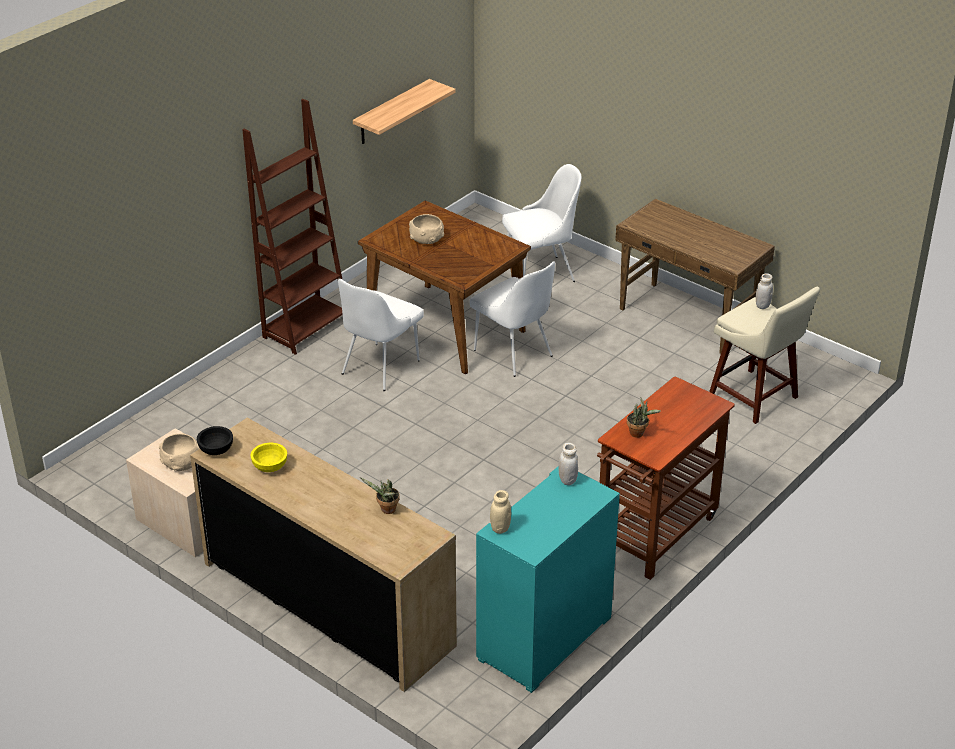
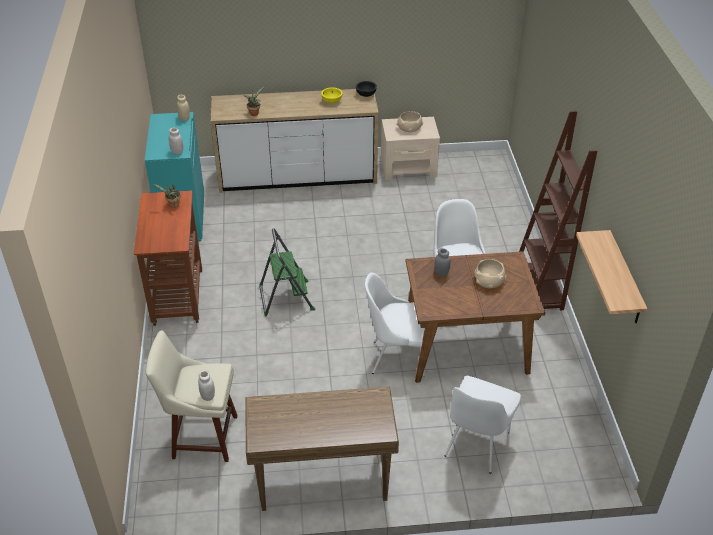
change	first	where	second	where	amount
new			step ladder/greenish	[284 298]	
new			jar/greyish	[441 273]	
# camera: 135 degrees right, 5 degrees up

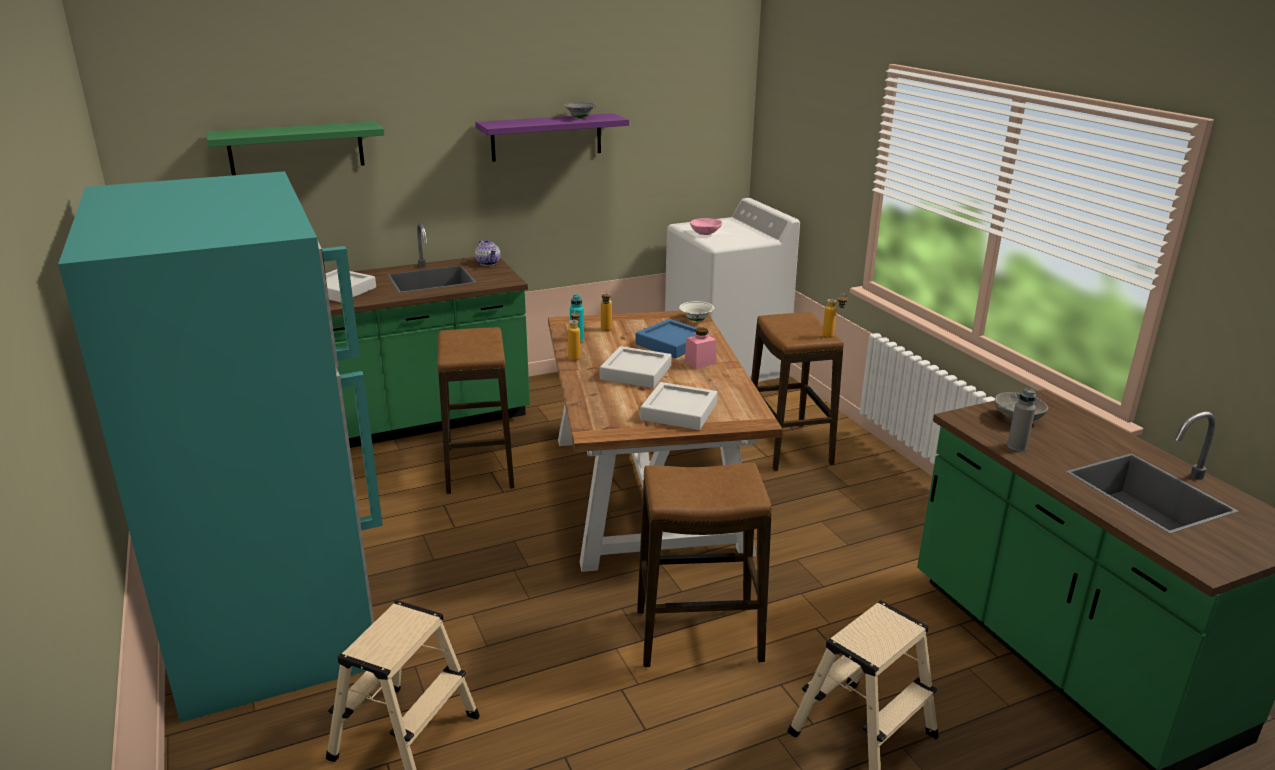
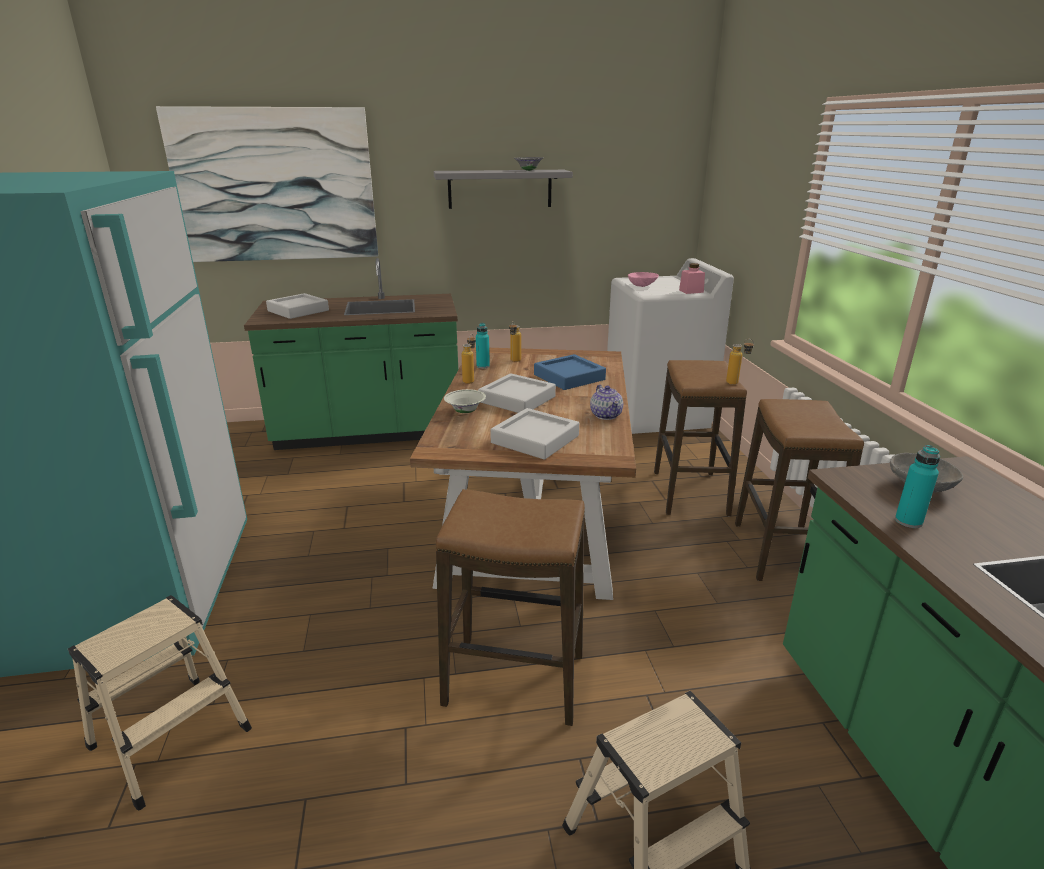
change	first	where	second	where	amount
repainted	bracket shelf/purple-coloured	[546 137]	bracket shelf/greyish	[500 189]	
swapped	bracket shelf/greenish	[296 148]	wall picture	[275 186]	
shifted	pot for tea	[488 263]		[606 415]	
shifted	serving bowl/white	[696 320]		[465 412]	
shifted	stool	[479 468]		[780 552]	
shifted	jar/pink	[700 362]		[691 291]	
repainted	beverage bottle/greyish	[1017 446]	beverage bottle/blue-green	[908 521]	
# camera: 15 degrees right, 0 degrees up

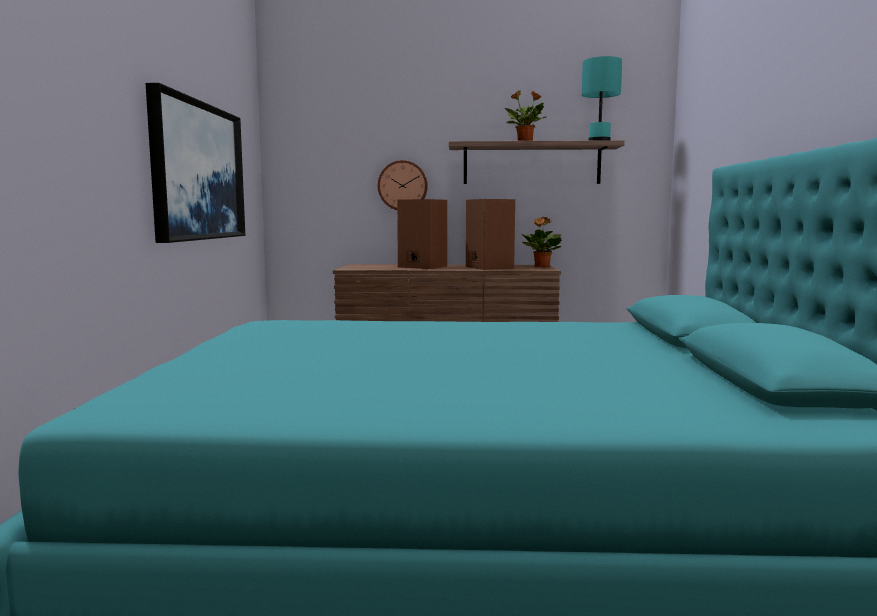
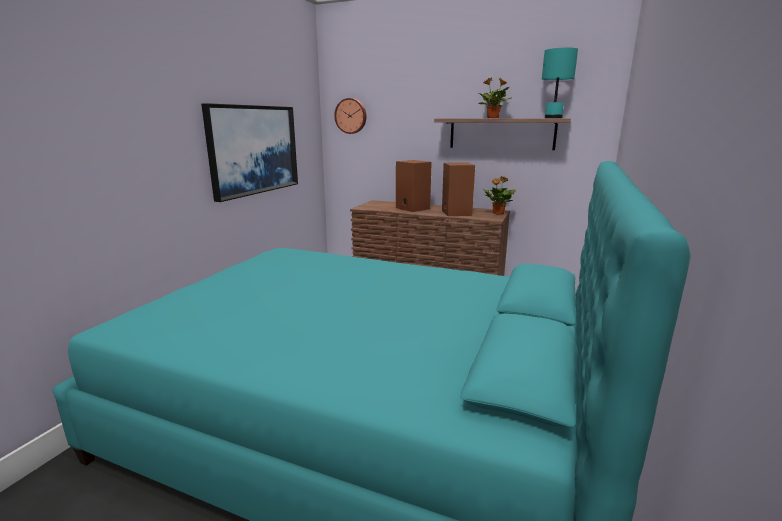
change	first	where	second	where	amount
shifted	wall clock	[403 185]		[351 116]	
# camera: 20 degrees right, 10 degrees up

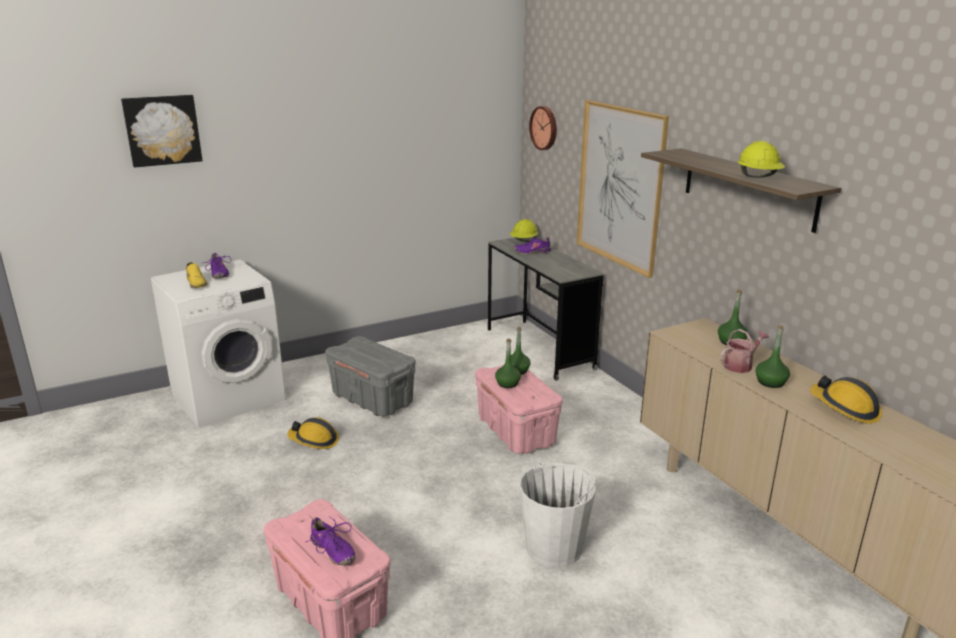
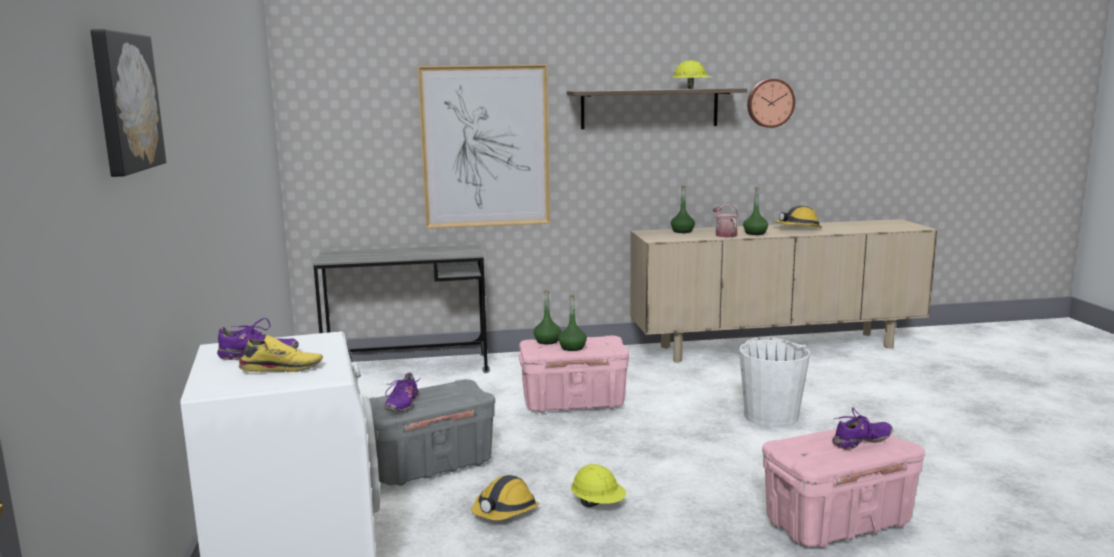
change	first	where	second	where	amount
shifted	wall clock	[544 128]		[770 103]	
shifted	hard hat/yellow	[524 241]		[598 504]	
shifted	item of footwear/purple-coloured	[532 252]		[401 404]	
# camera: 70 degrees left, 10 degrees down

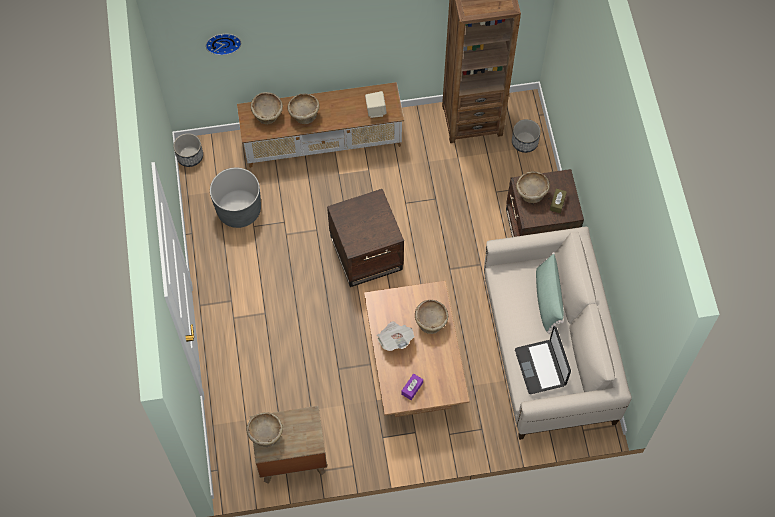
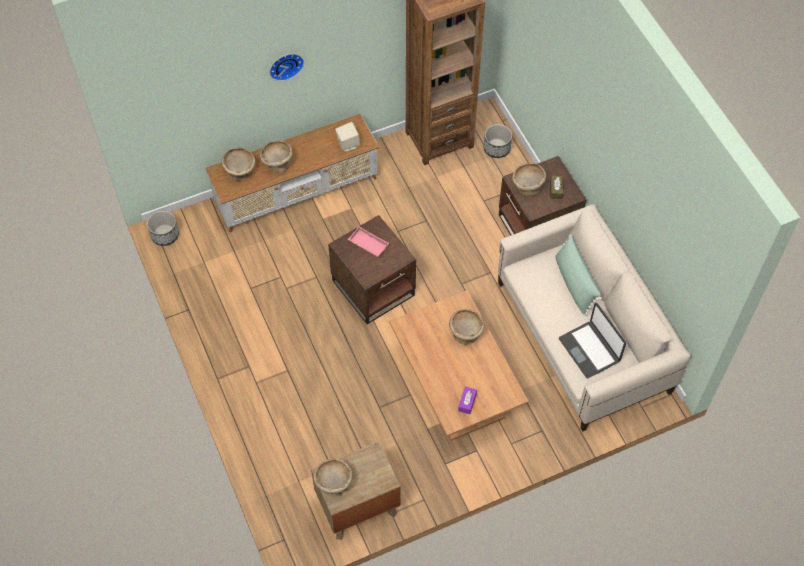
change	first	where	second	where	amount
shifted	wall clock	[223 42]		[285 65]	
gone	planter/greyish	[239 210]			
gone	daily paper	[395 339]			
new			tray/pink	[367 244]	
# camera: 15 degrees left, 5 degrees down

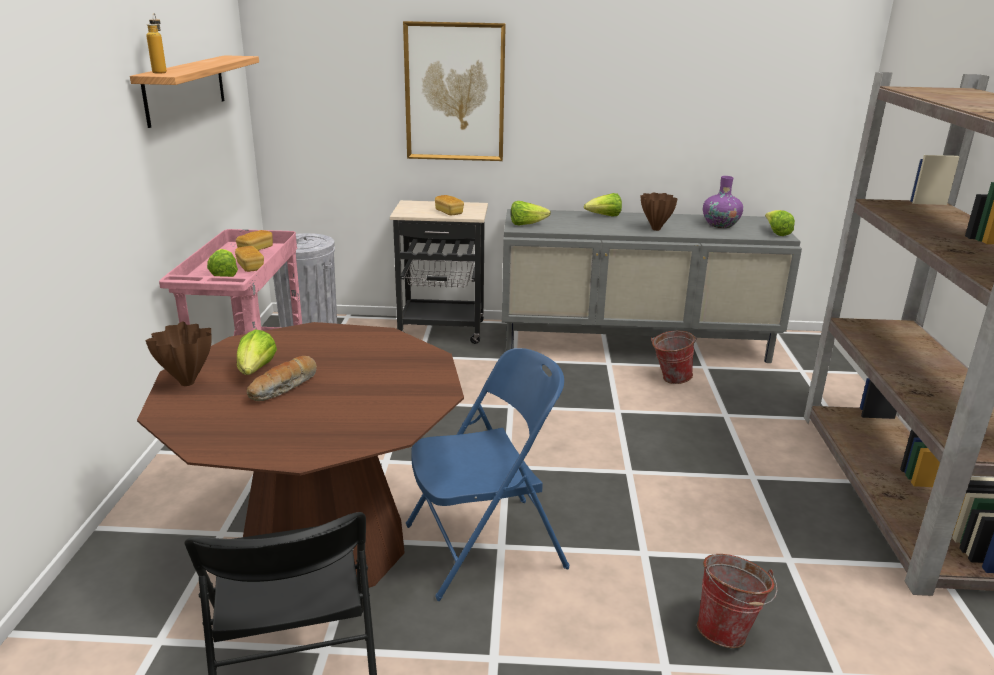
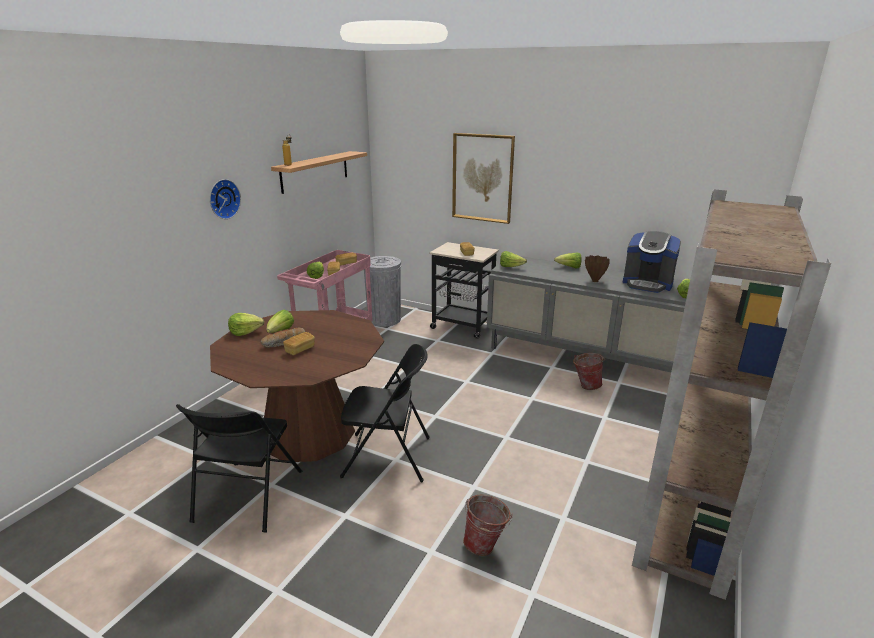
change	first	where	second	where	amount
swapped	flower vase/purple-coloured	[720 225]	coffee machine	[647 284]	
swapped	flower vase/brown-coloured	[187 383]	lettuce head	[245 332]	
repainted	upright chair/blue-coloured	[484 546]	upright chair/blackish	[387 457]	
new			wall clock	[223 199]	
new			bakery bread	[300 350]	
# camera: 25 degrees right, 0 degrees up

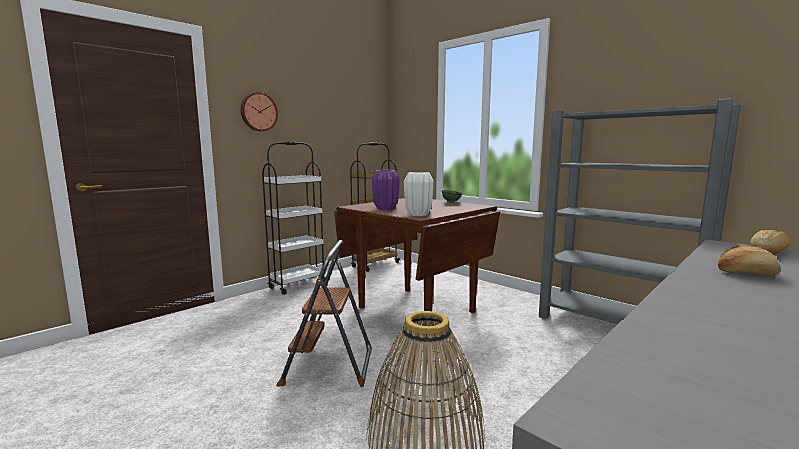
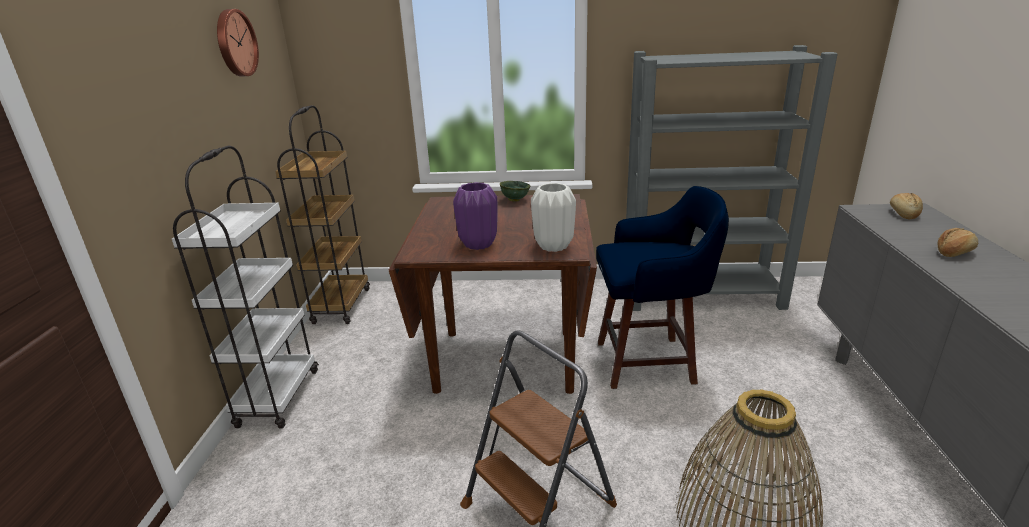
change	first	where	second	where	amount
shifted	wall clock	[258 112]		[235 43]	
new			stool/blue-coloured	[650 362]	
# camera: 40 degrees left, 15 degrees up

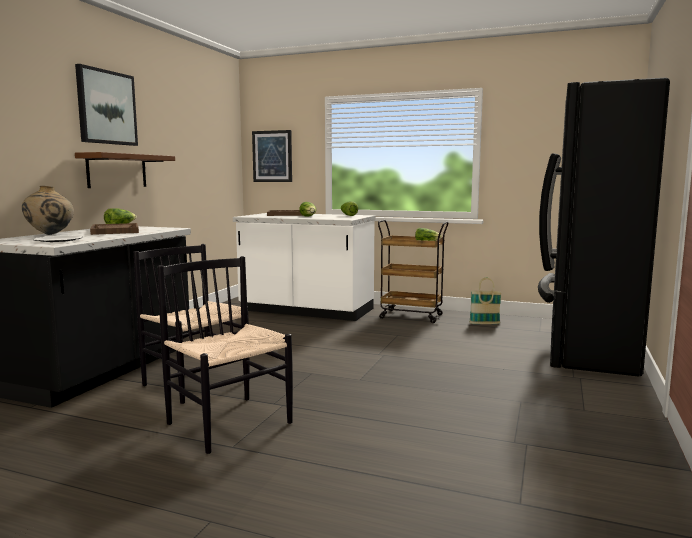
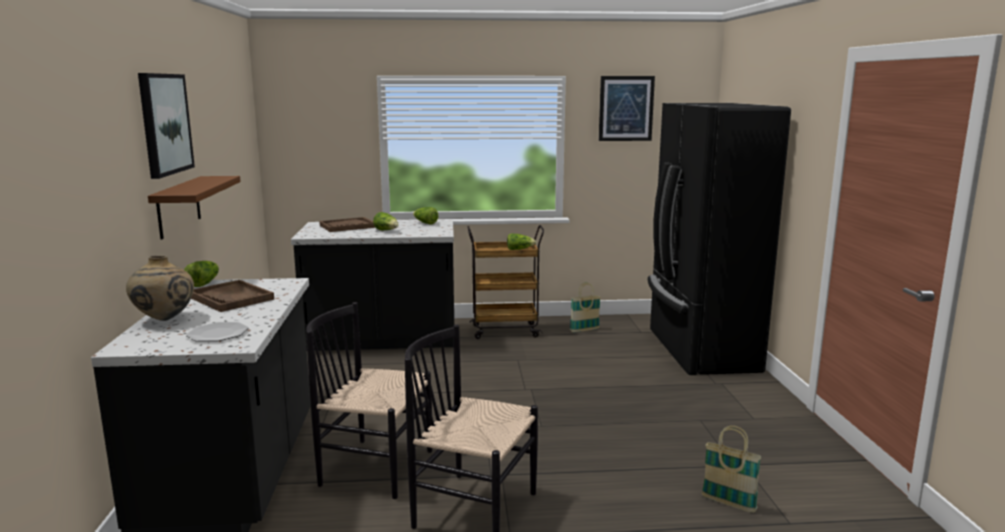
change	first	where	second	where	amount
shifted	wall picture	[272 156]		[626 108]	
repainted	kitchen base unit/white	[306 310]	kitchen base unit/blackish	[382 340]	
new			basket	[728 503]	
# camera: 25 degrees left, 5 degrees up

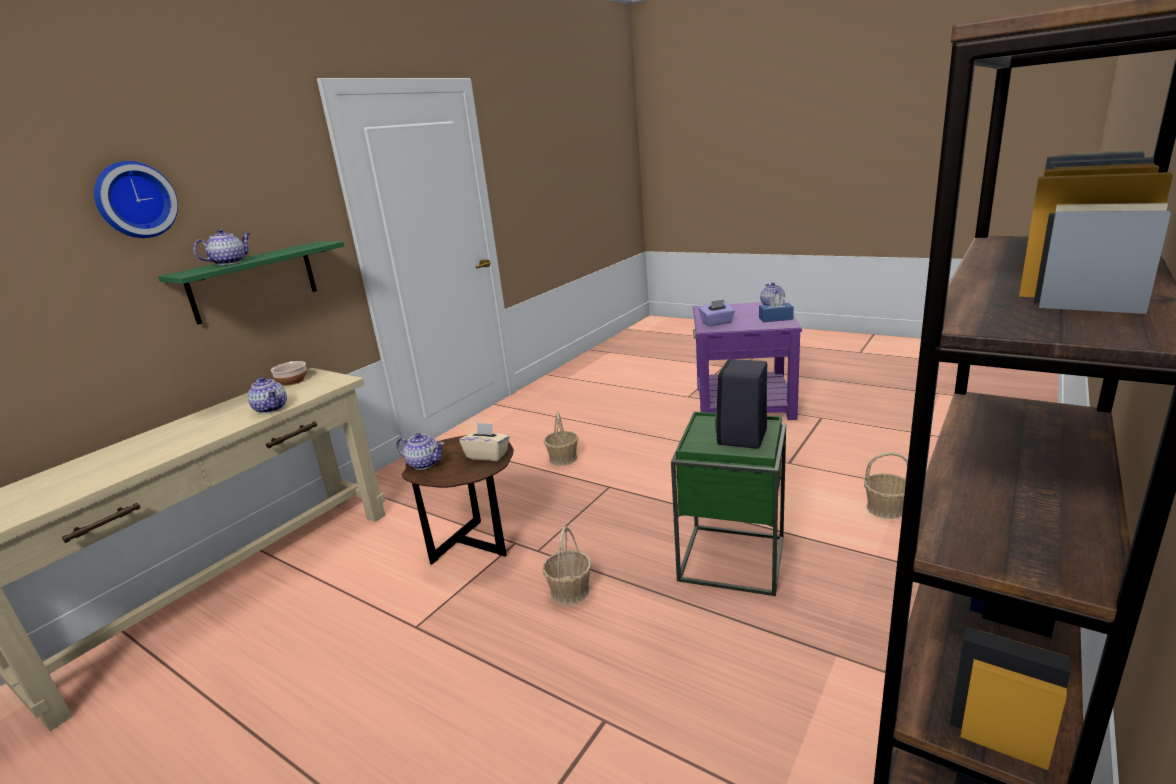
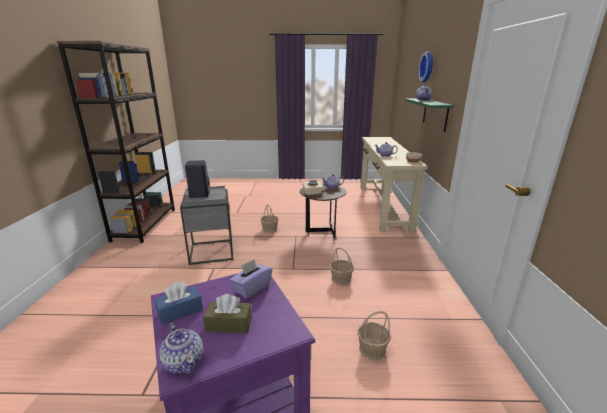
change	first	where	second	where	amount
repainted	side table/greenish	[732 558]	side table/greyish	[211 252]	
shifted	basket	[885 509]		[371 349]	
new			tissue box/brown-coloured	[229 324]	
# camera: 145 degrees right, 0 degrees up

